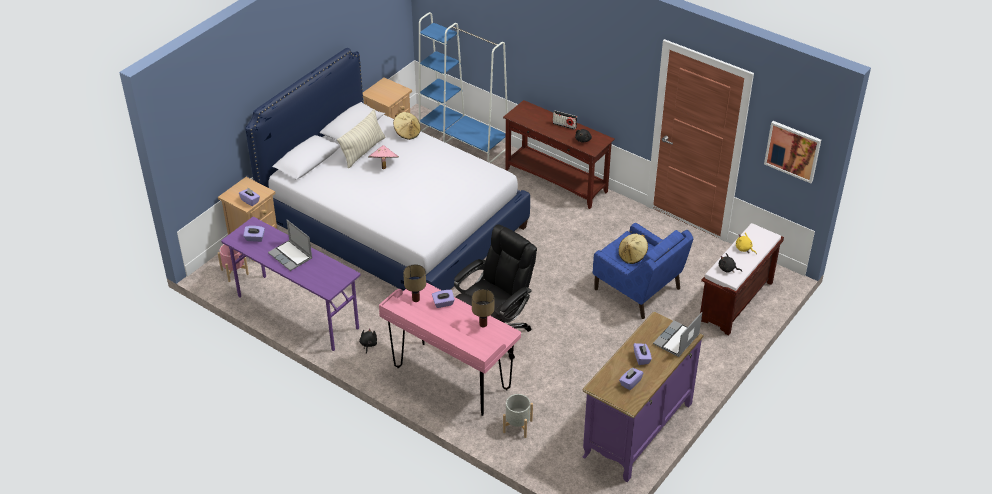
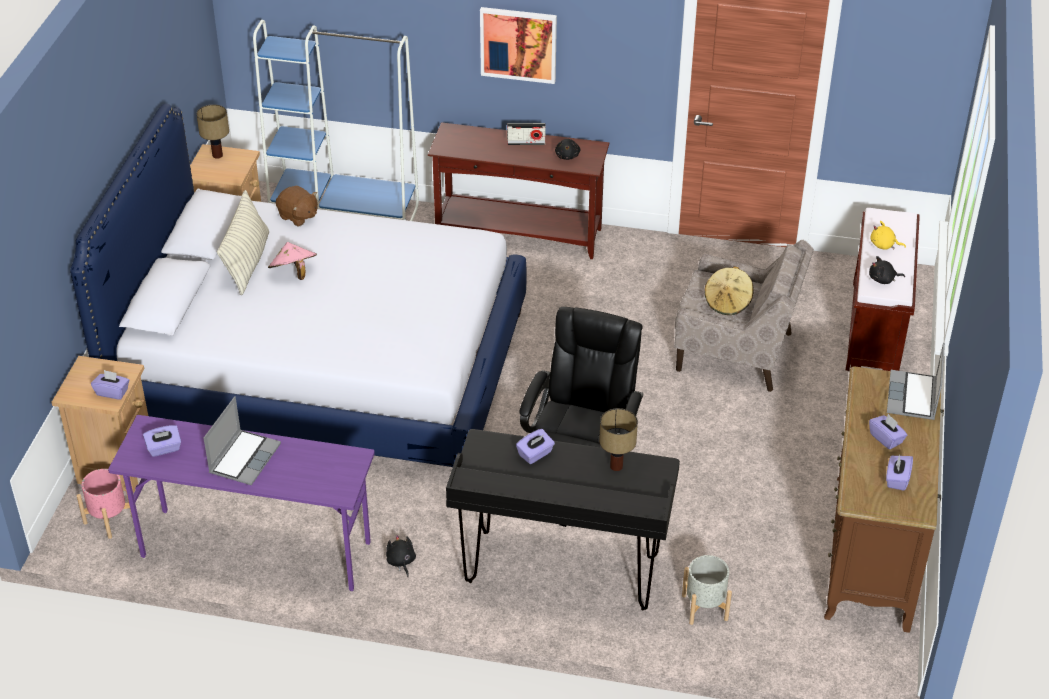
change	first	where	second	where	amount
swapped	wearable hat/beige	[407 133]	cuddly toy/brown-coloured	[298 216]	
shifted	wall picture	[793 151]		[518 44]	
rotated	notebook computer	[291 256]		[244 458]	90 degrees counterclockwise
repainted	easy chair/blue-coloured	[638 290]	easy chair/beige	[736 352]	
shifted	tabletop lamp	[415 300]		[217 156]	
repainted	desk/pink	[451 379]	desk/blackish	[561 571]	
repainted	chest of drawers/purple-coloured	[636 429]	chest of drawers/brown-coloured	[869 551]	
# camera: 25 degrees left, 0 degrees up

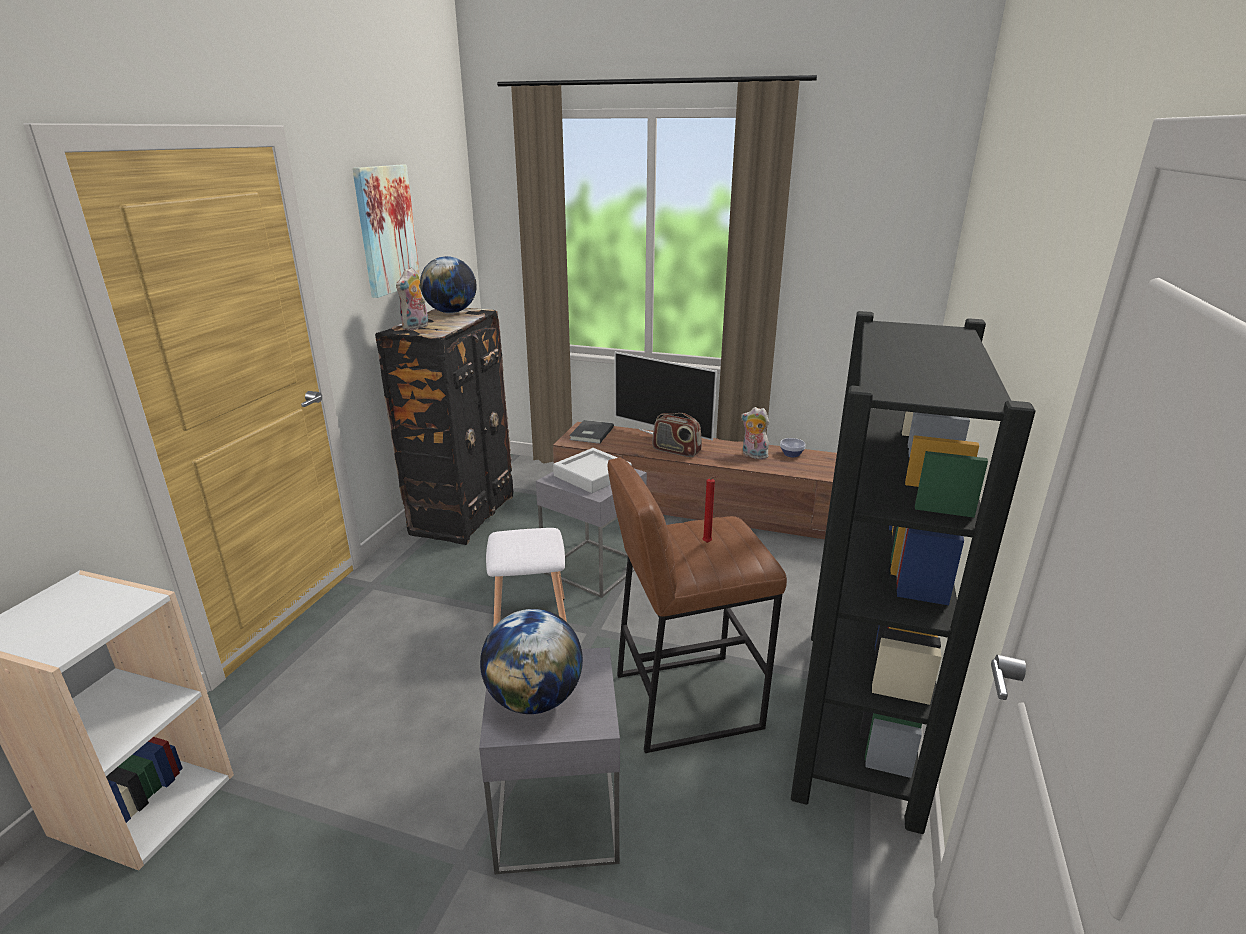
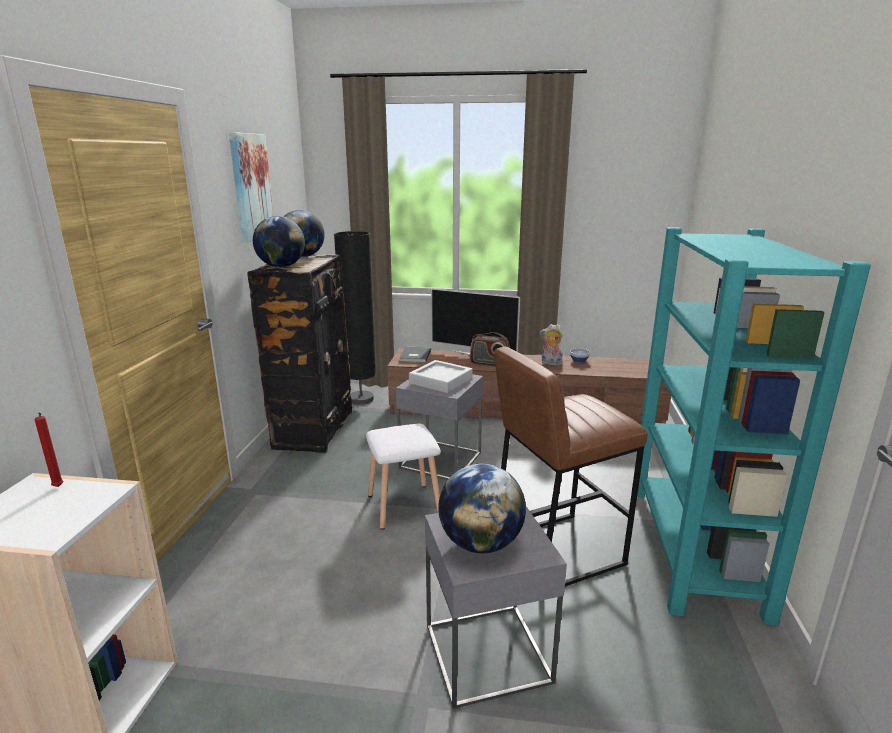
change	first	where	second	where	amount
swapped	cuddly toy	[416 327]	world globe	[281 267]	
repainted	bookshelf/blackish	[859 718]	bookshelf/blue-green	[693 548]	
shifted	wax candle/red-coloured	[708 543]		[58 487]	
new			standard lamp/blackish	[361 399]	
# camera: 10 degrees left, 5 degrees down

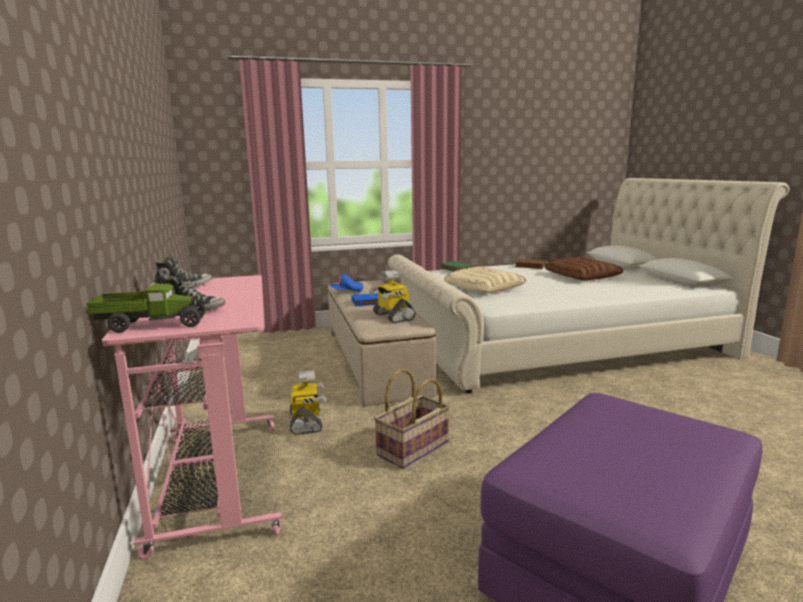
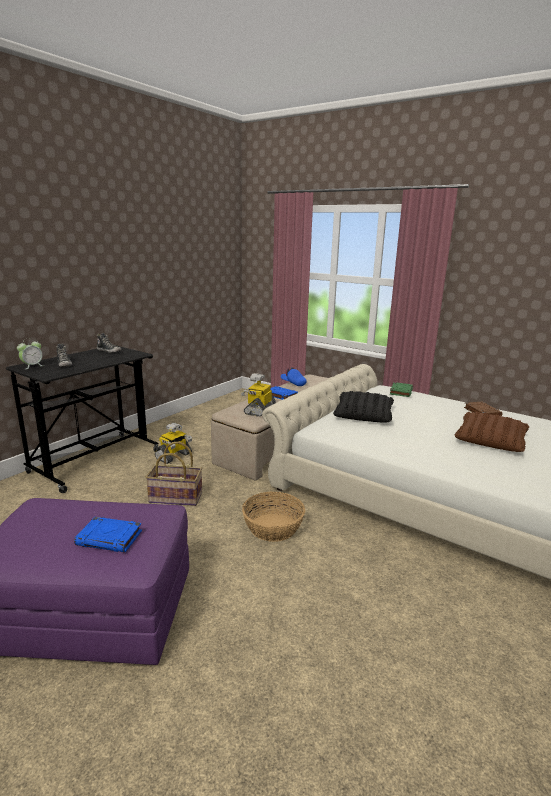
change	first	where	second	where	amount
repainted	throw pillow/beige	[484 289]	throw pillow/blackish	[363 415]	
repainted	desk/pink	[219 481]	desk/blackish	[95 461]	
swapped	toy lorry	[152 325]	bedside clock	[32 366]	
new			basket	[273 527]	
new			book/blue-coloured	[110 538]	
# camera: 50 degrees right, 5 degrees up

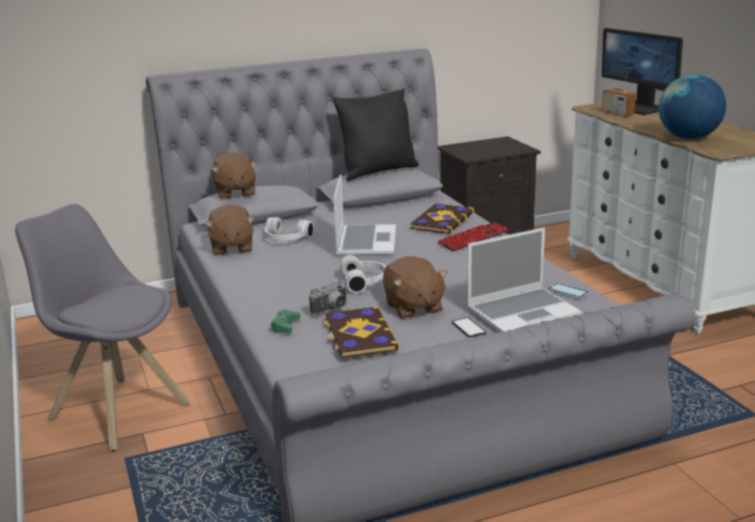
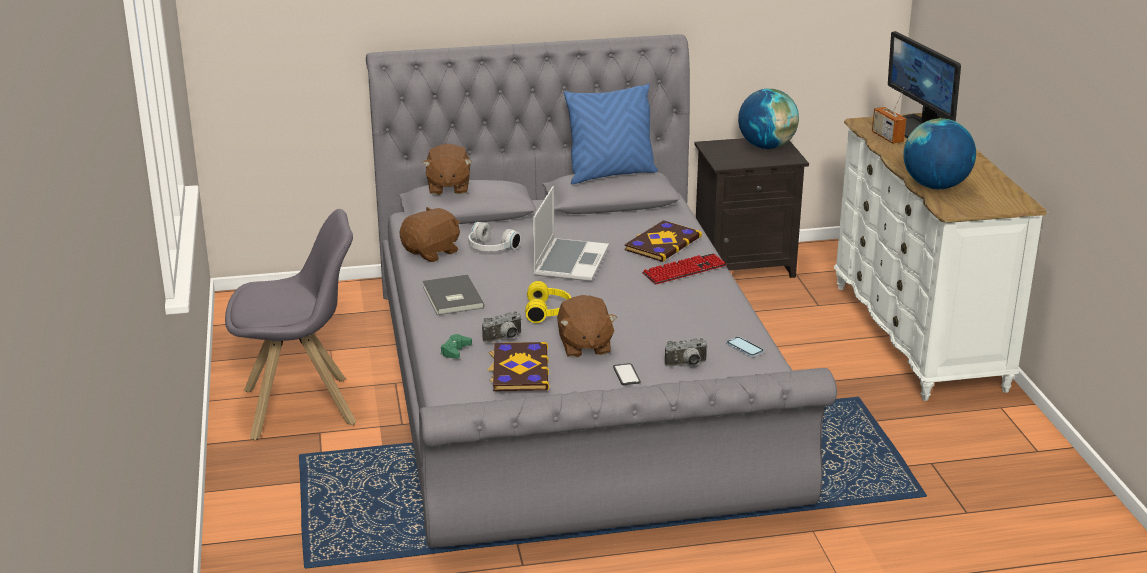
change	first	where	second	where	amount
repainted	throw pillow/blackish	[378 171]	throw pillow/blue-coloured	[610 174]	
rotated	upright chair/greyish	[118 411]		[300 407]	120 degrees clockwise
rotated	cuddly toy/brown-coloured	[231 248]		[432 252]	135 degrees counterclockwise
swapped	notebook computer	[523 312]	photo camera	[687 365]	
repainted	headset/white	[365 282]	headset/yellow	[548 311]	
new			world globe	[766 146]	
new			book/greyish	[451 298]	
# camera: 10 degrees right, 5 degrees up

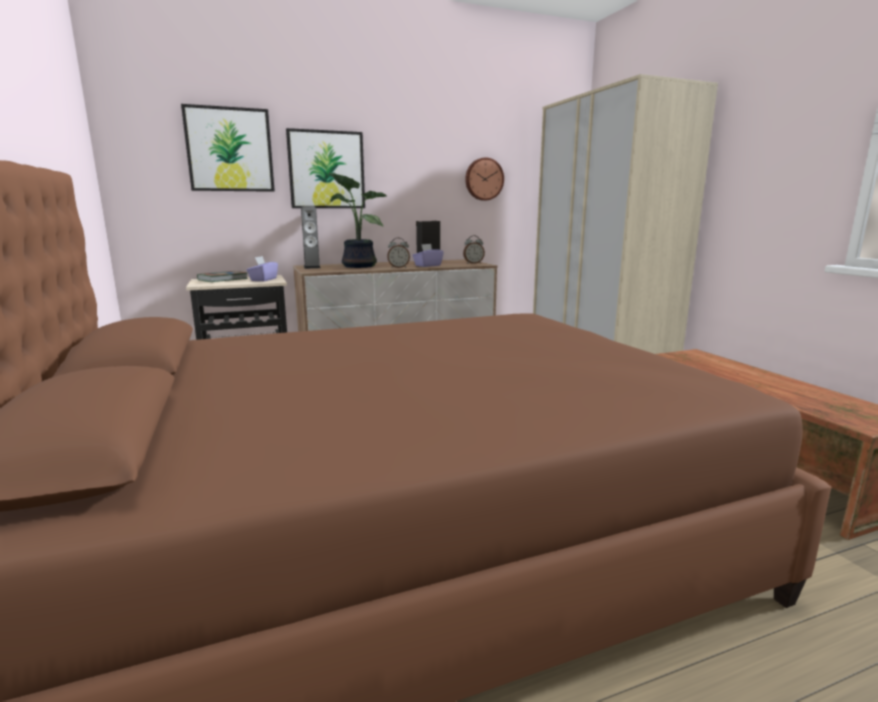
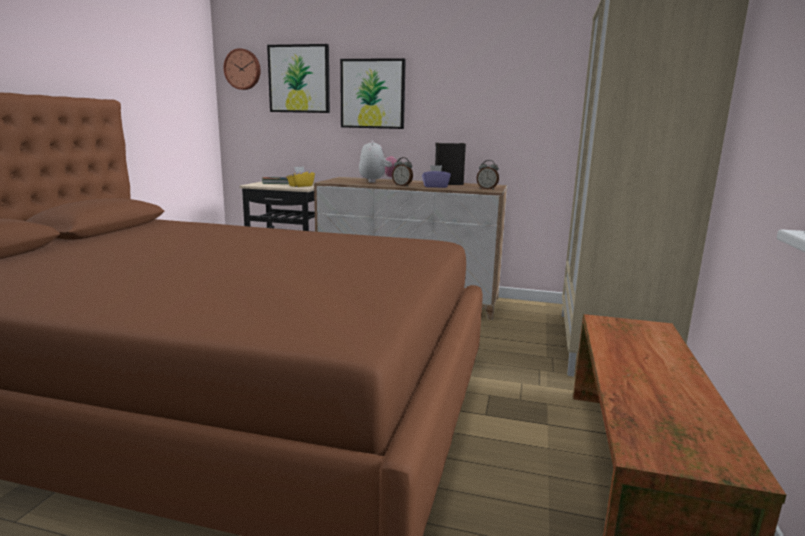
change	first	where	second	where	amount
shifted	wall clock	[483 179]		[243 69]	
swapped	houseplant	[357 266]	cuddly toy	[377 181]	
gone	loudspeaker	[312 267]			
repainted	tissue box/purple-coloured	[263 280]	tissue box/yellow	[300 186]	
# camera: 35 degrees right, 0 degrees up

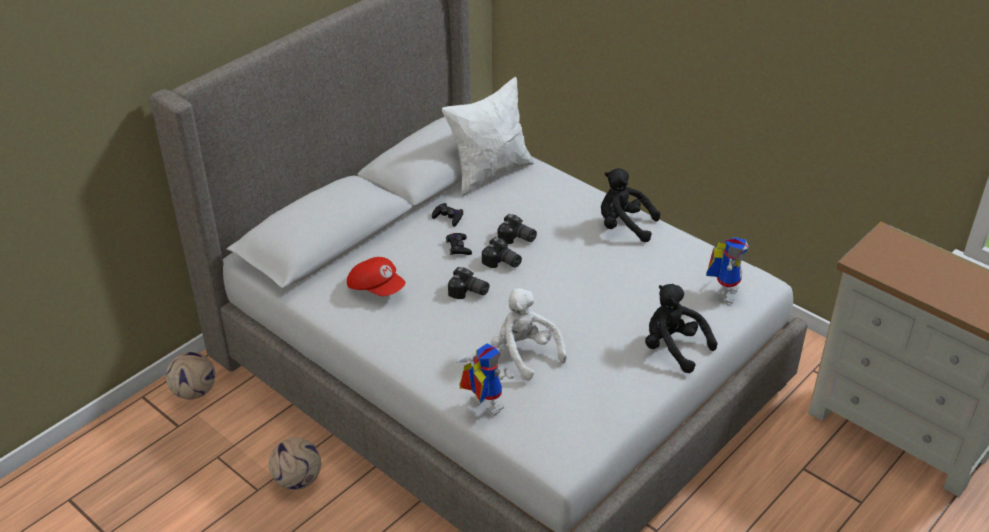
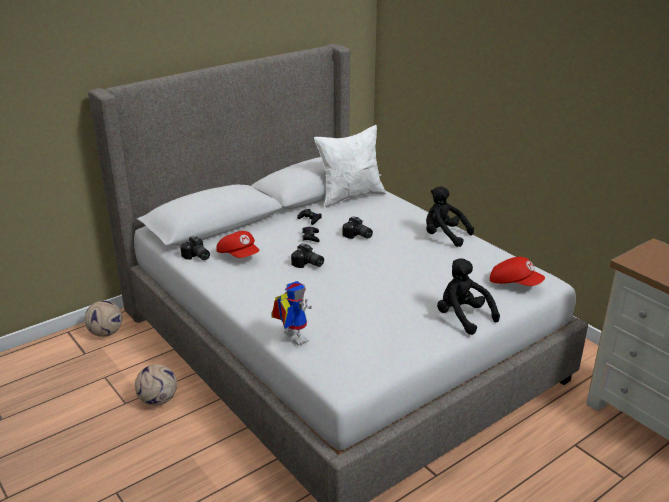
change	first	where	second	where	amount
shifted	photo camera	[502 263]		[196 257]	
swapped	model robot	[723 291]	baseball cap/red-coloured	[515 283]	
gone	cuddly toy/white	[525 354]			
# camera: 10 degrees right, 10 degrees down

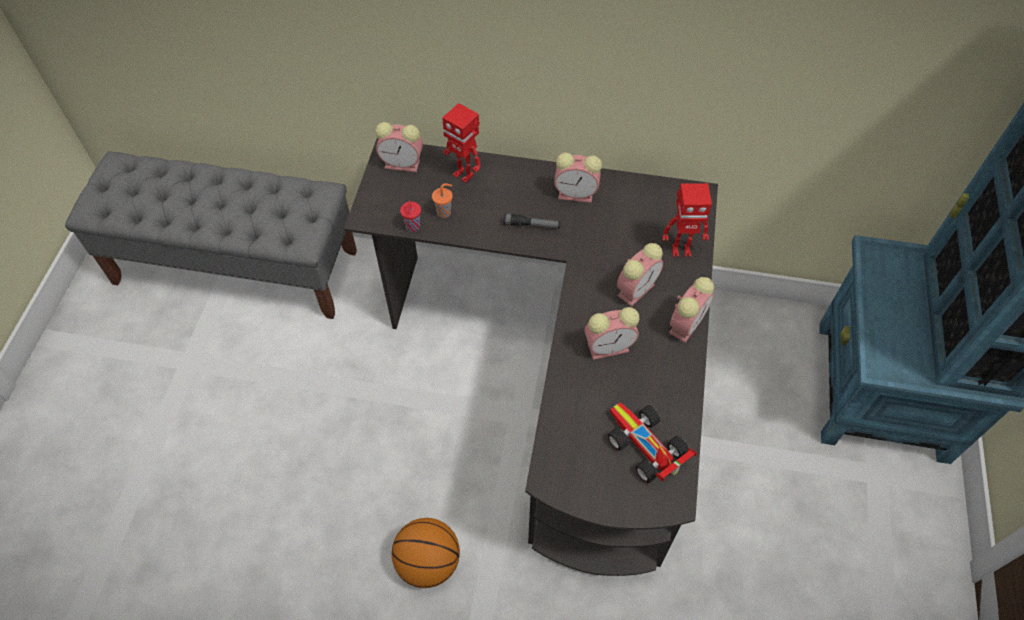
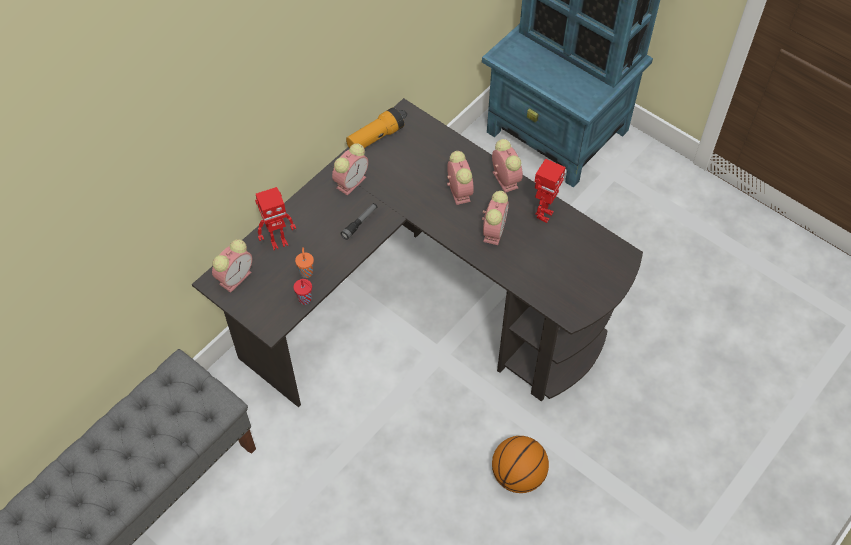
change	first	where	second	where	amount
shifted	model robot	[680 250]		[543 215]	
gone	toy car	[644 447]			
new			flashlight	[375 138]	
# camera: 60 degrees left, 0 degrees up

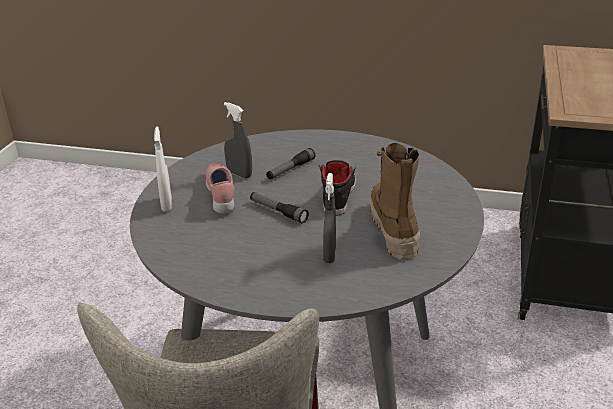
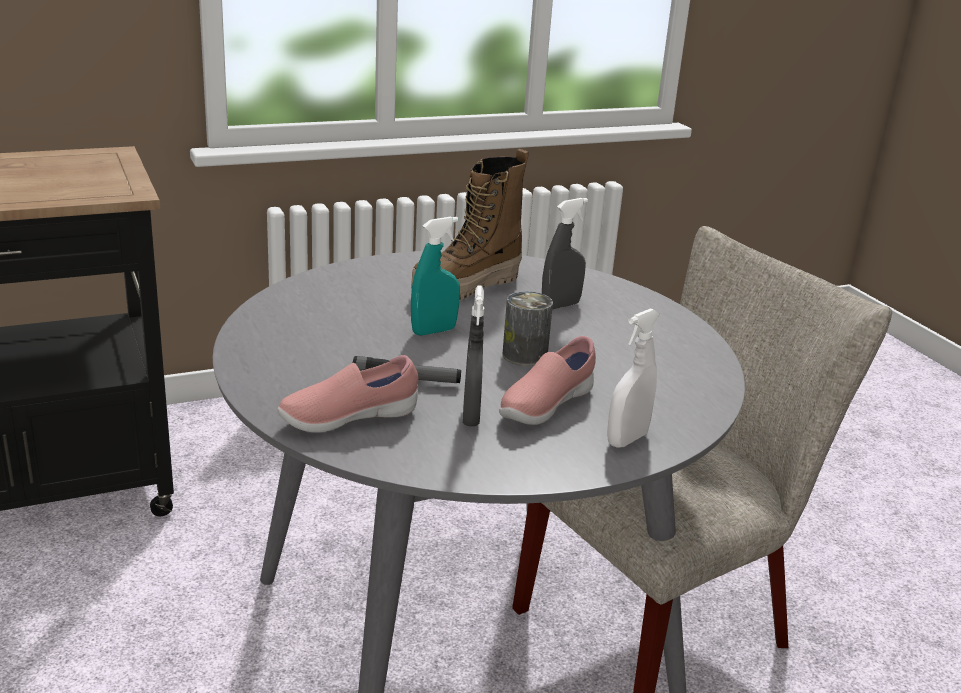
change	first	where	second	where	amount
swapped	item of footwear/blackish	[338 195]	hand sprayer/blue-green	[434 331]	
swapped	flashlight	[278 212]	can	[524 355]	
new			item of footwear/pink	[348 419]	
# camera: 130 degrees left, 5 degrees down

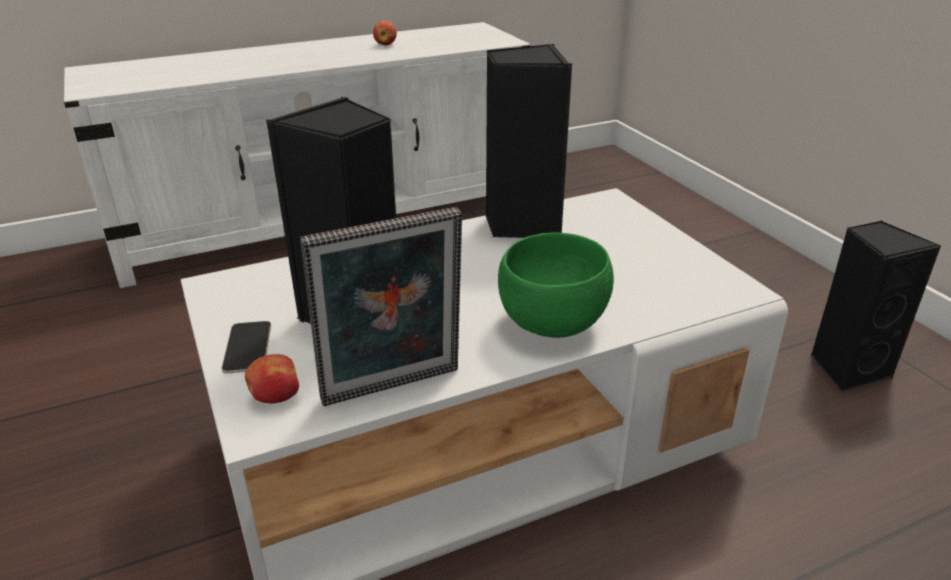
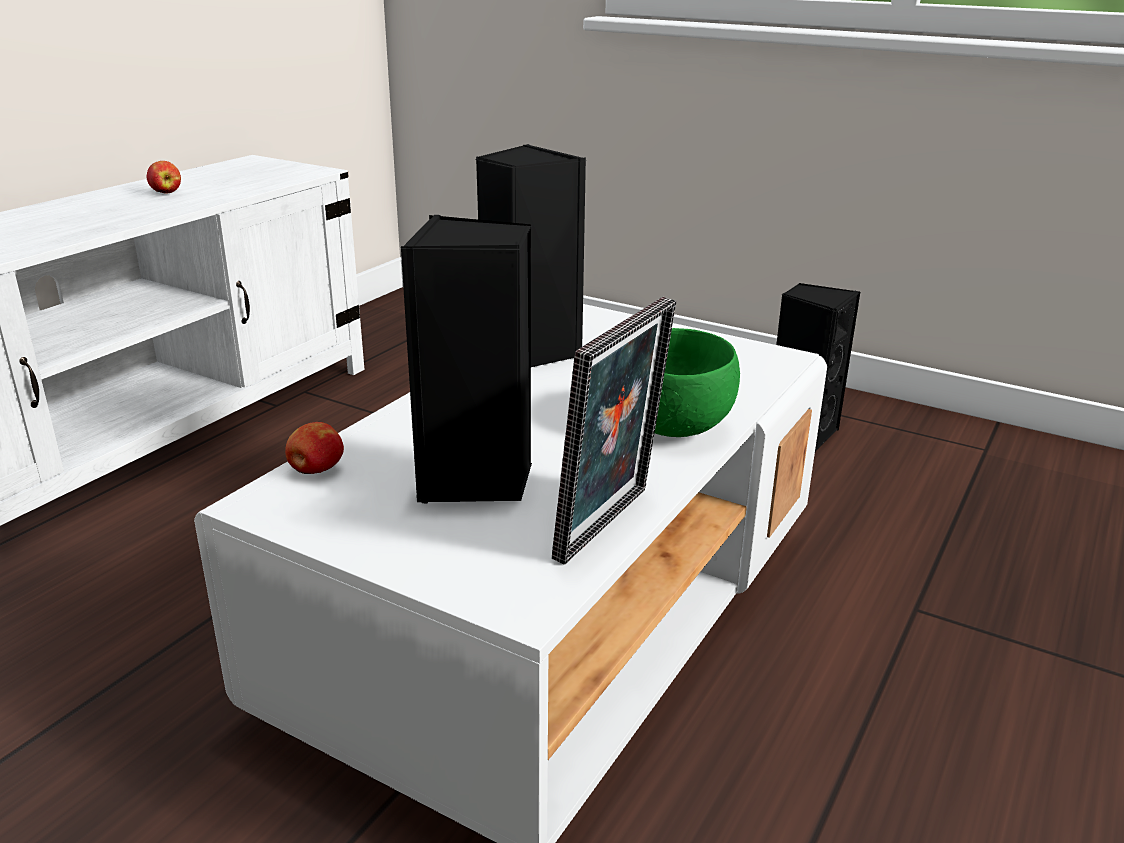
change	first	where	second	where	amount
gone	phone	[247 348]			
shifted	apple	[275 398]		[315 470]	
# camera: 35 degrees left, 5 degrees down

